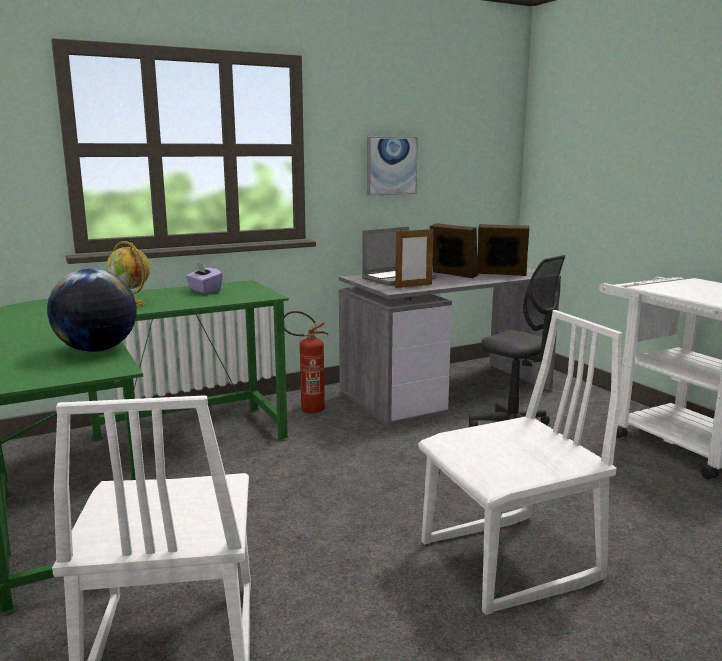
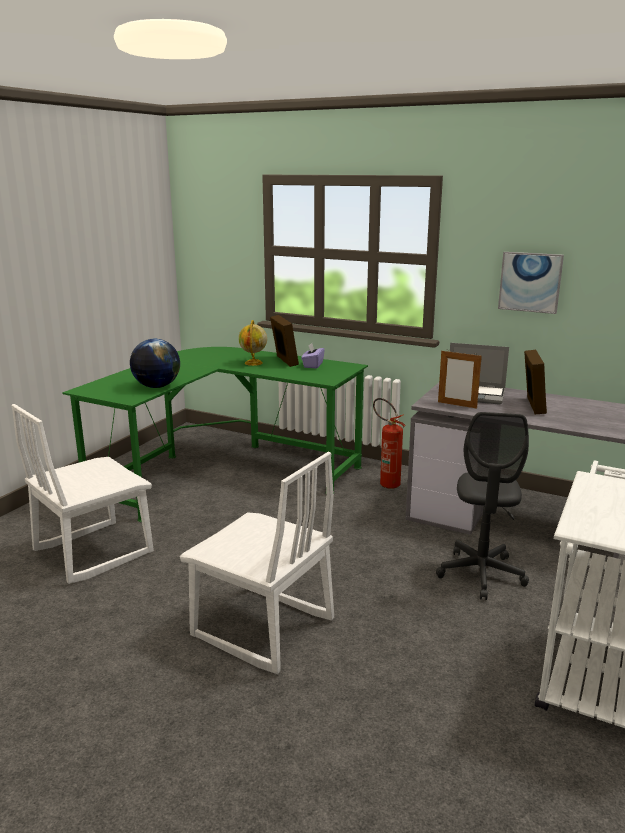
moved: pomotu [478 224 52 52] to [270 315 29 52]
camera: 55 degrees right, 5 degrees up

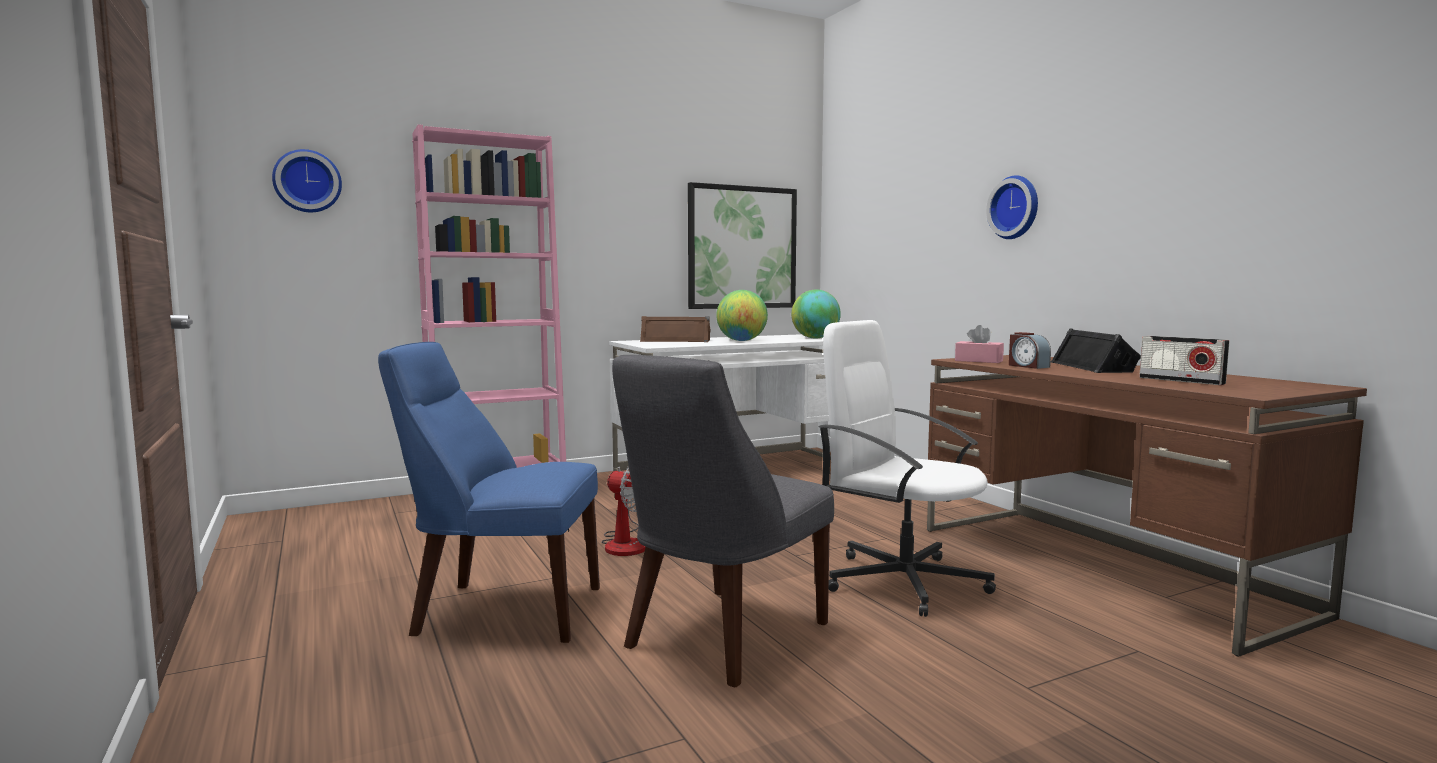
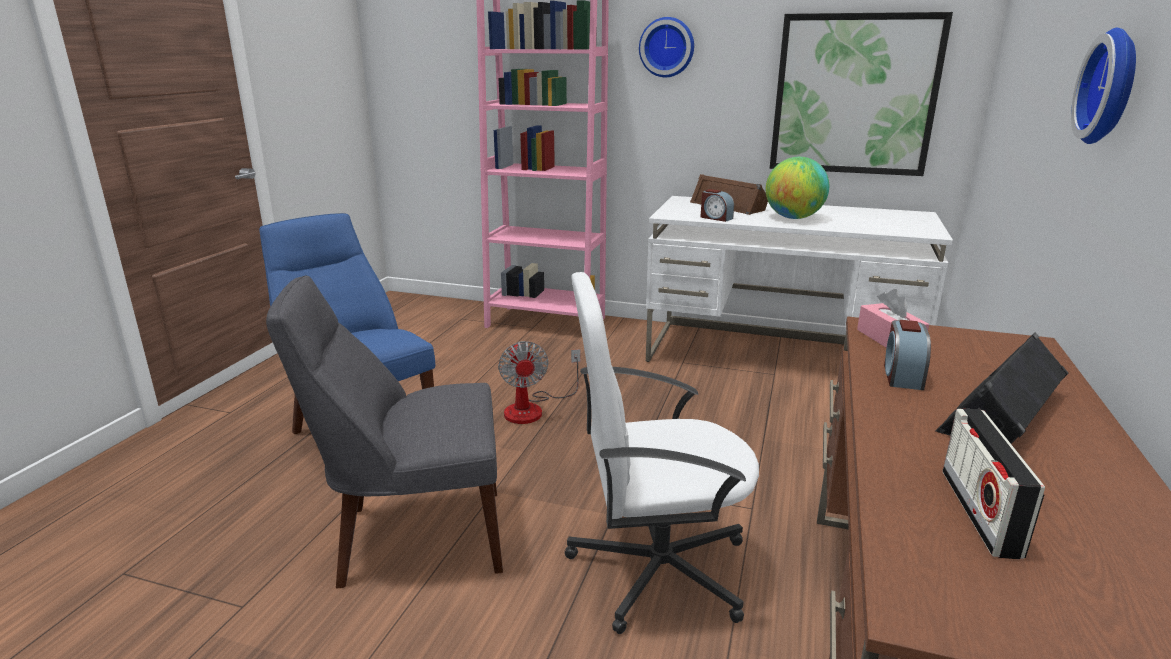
removed: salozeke [791 289 50 50]
added: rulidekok [701 189 33 33]
moved: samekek [272 149 70 63] to [639 17 55 60]
turned: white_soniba [818 320 178 297] = [564 272 195 362] 90 degrees counterclockwise
camera: 45 degrees right, 15 degrees up

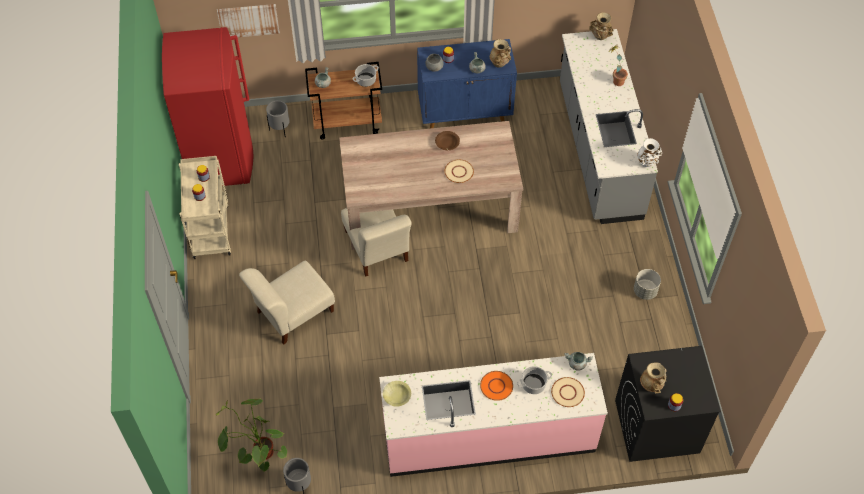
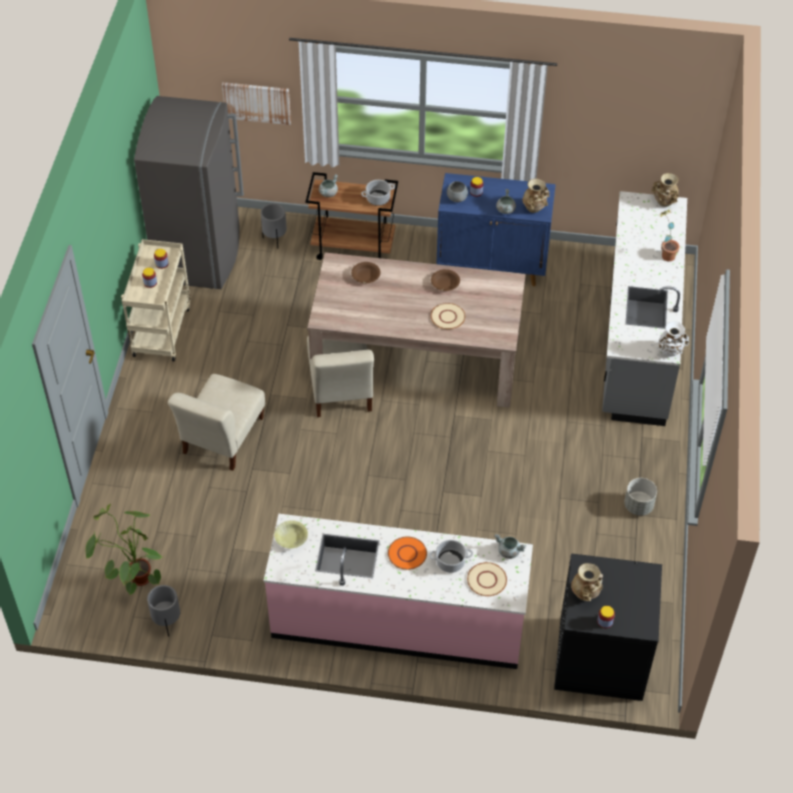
added: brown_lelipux [351 262 30 21]
recoloured: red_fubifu [162 27 92 159] to grey_fubifu [134 96 110 193]
turned: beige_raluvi [239 261 96 84] = [168 374 97 97] 45 degrees counterclockwise
camera: 15 degrees right, 5 degrees down

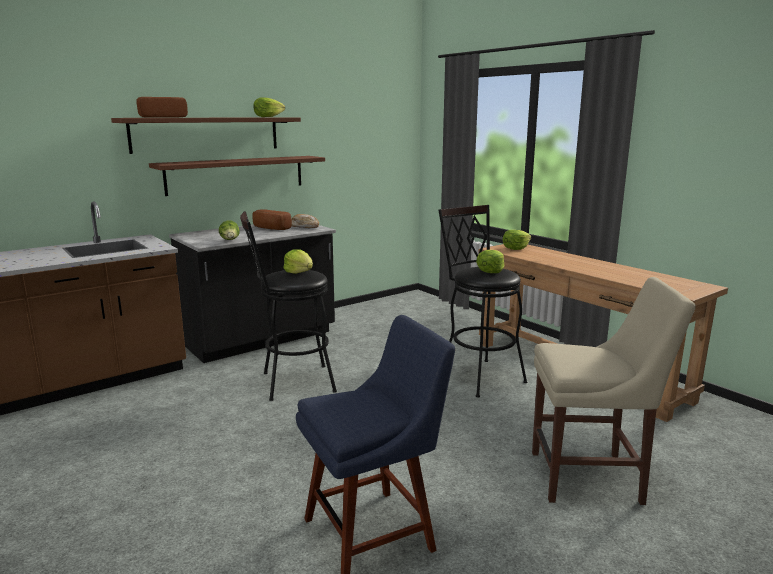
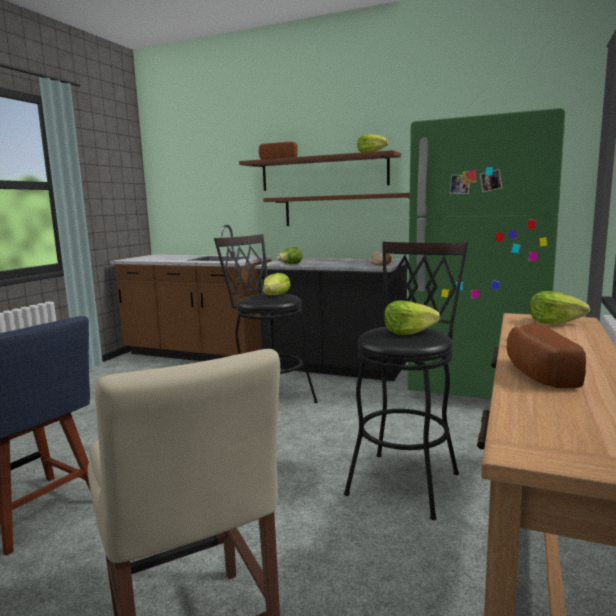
added: green_fubifu [407 108 158 291]
moved: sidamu [252 209 40 21] to [507 324 79 64]
camera: 60 degrees right, 5 degrees down

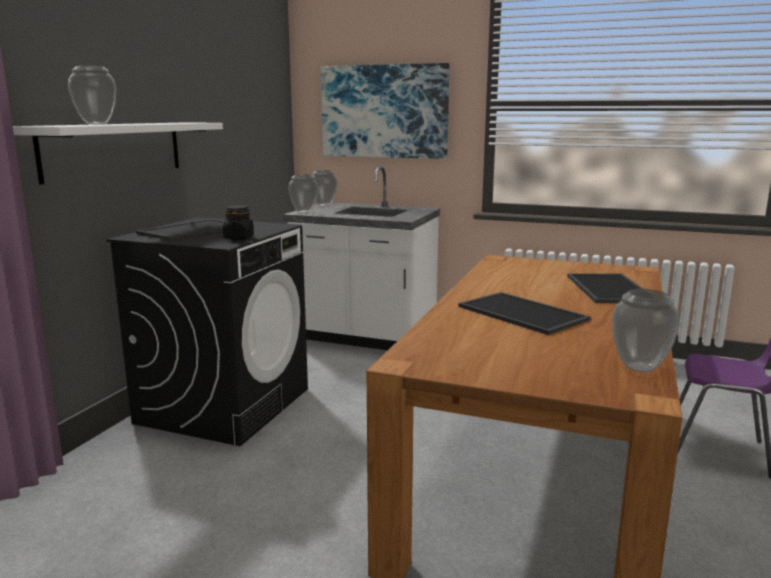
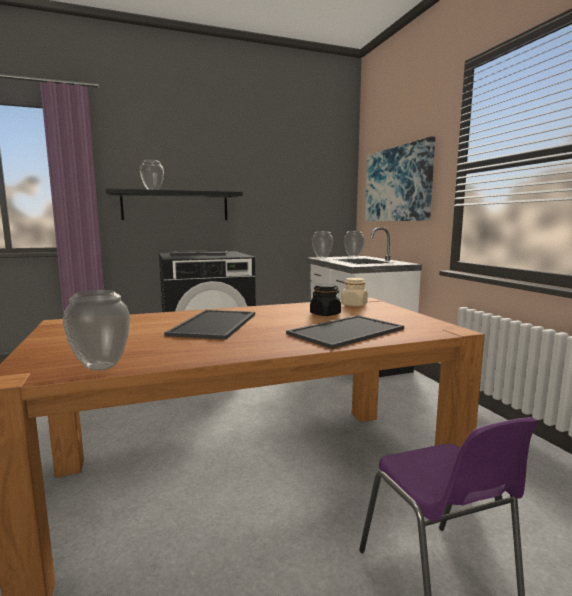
added: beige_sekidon [341 278 27 28]
moved: black_sekidon [223 205 31 35] to [310 284 31 32]
recoloured: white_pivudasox [13 122 210 63] to black_pivudasox [106 188 137 32]
camera: 50 degrees right, 5 degrees down

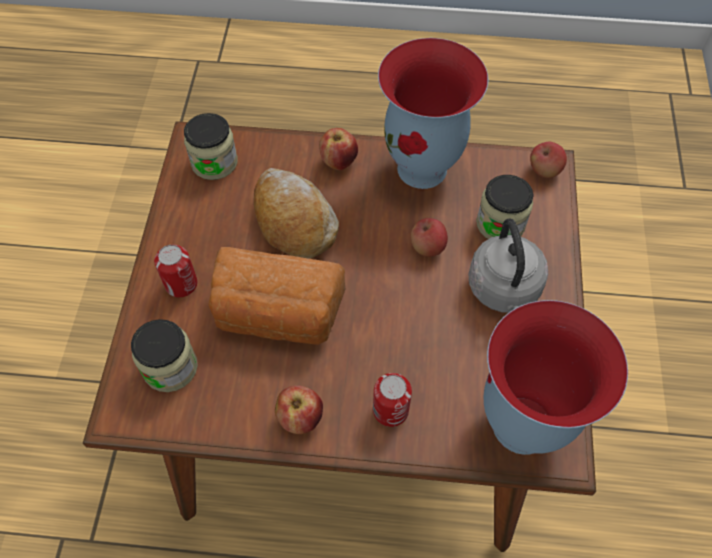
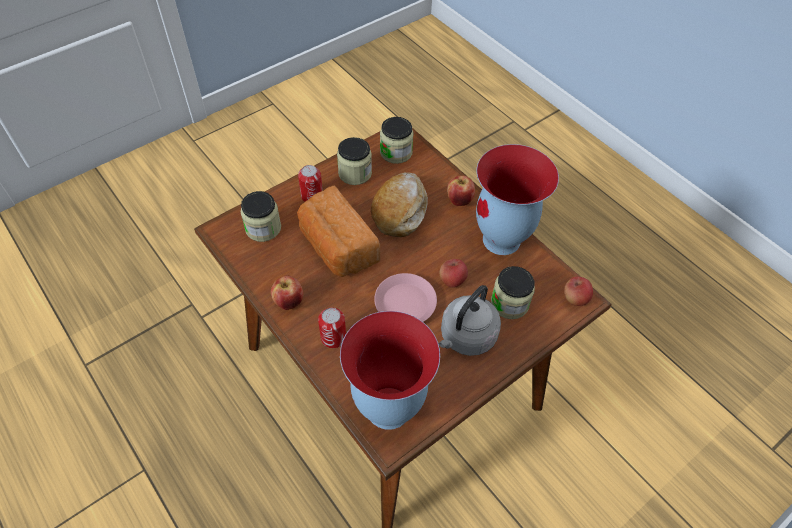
added: sekidon [337 137 35 48]; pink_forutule [374 273 63 49]
camera: 45 degrees right, 5 degrees down

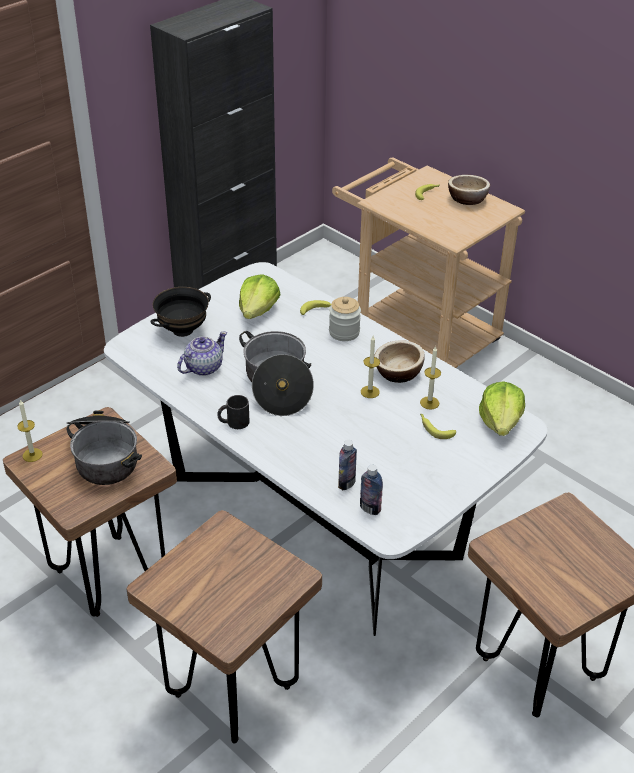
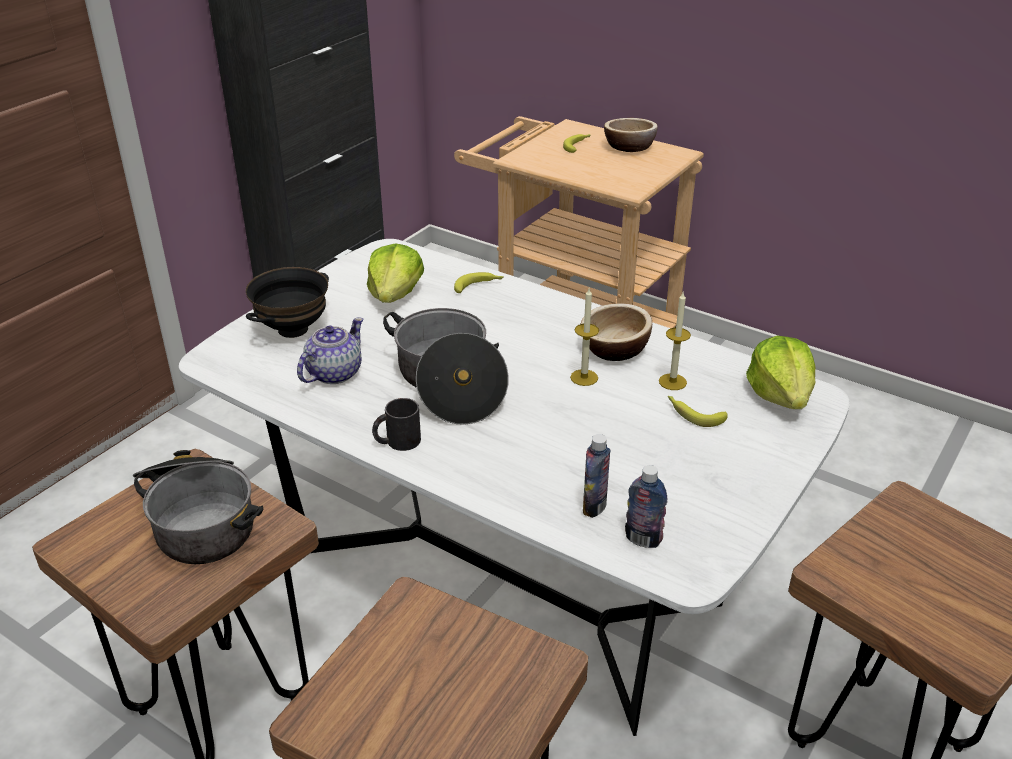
removed: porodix [17 399 26 63]; sekidon [329 297 32 44]
camera: 10 degrees left, 5 degrees down

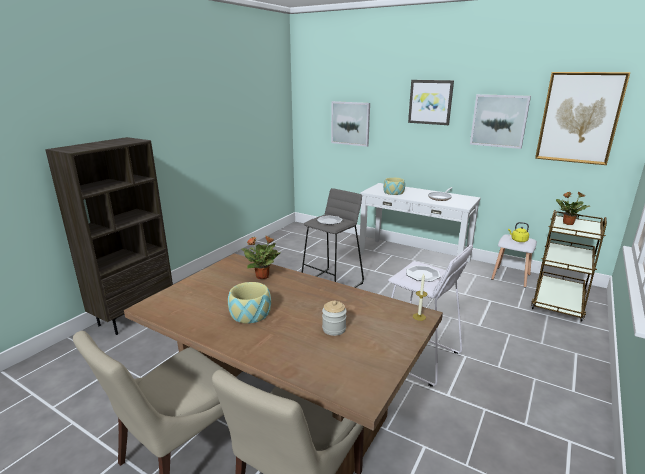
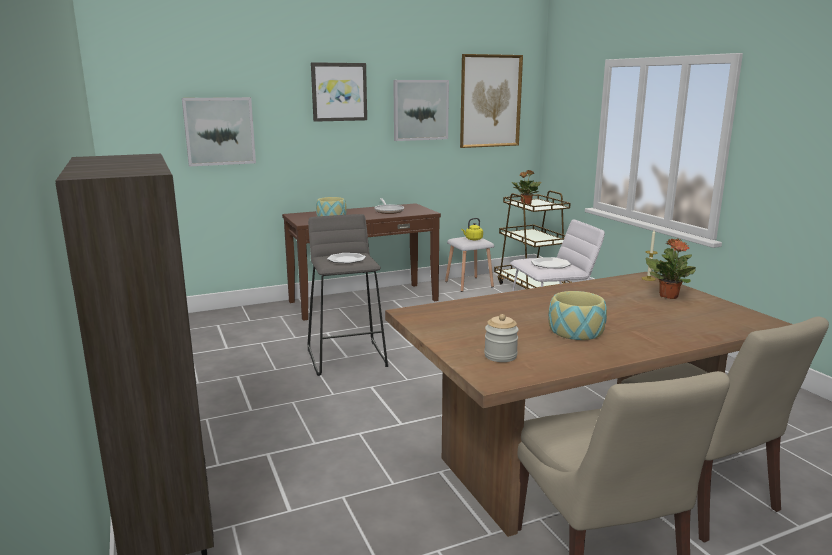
moved: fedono [241 235 40 44] to [645 238 51 61]; sekidon [322 301 25 35] to [484 314 35 48]
recoloured: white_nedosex [359 183 122 95] to brown_nedosex [282 203 159 118]
camera: 55 degrees left, 5 degrees down

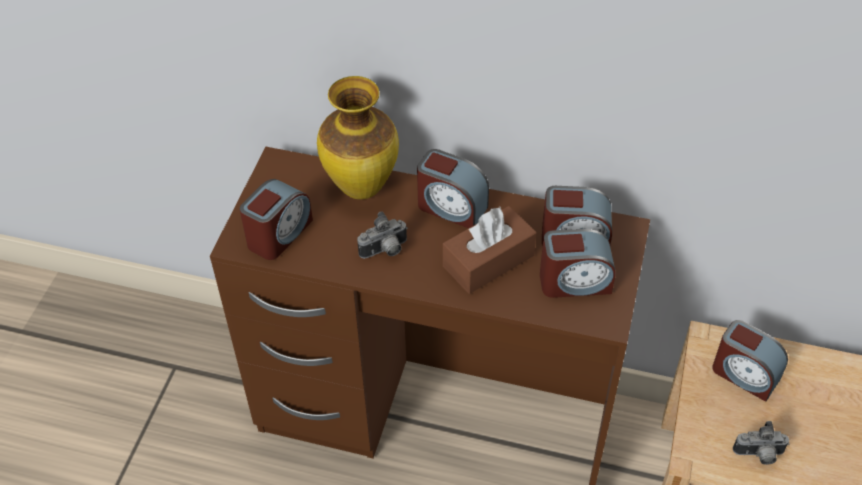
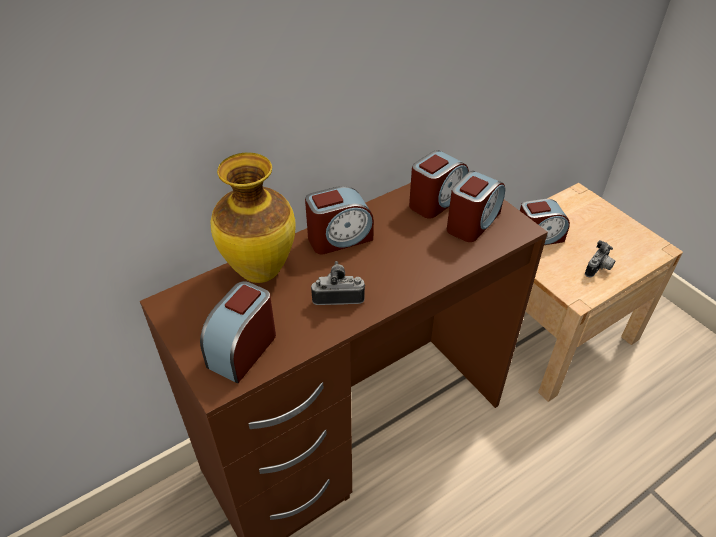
removed: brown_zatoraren [443 206 94 88]
turned: rulidekok [240 179 73 81] = [200 281 76 102] 135 degrees counterclockwise; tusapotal [357 211 51 48] = [311 261 54 44] 105 degrees counterclockwise
camera: 50 degrees left, 5 degrees down

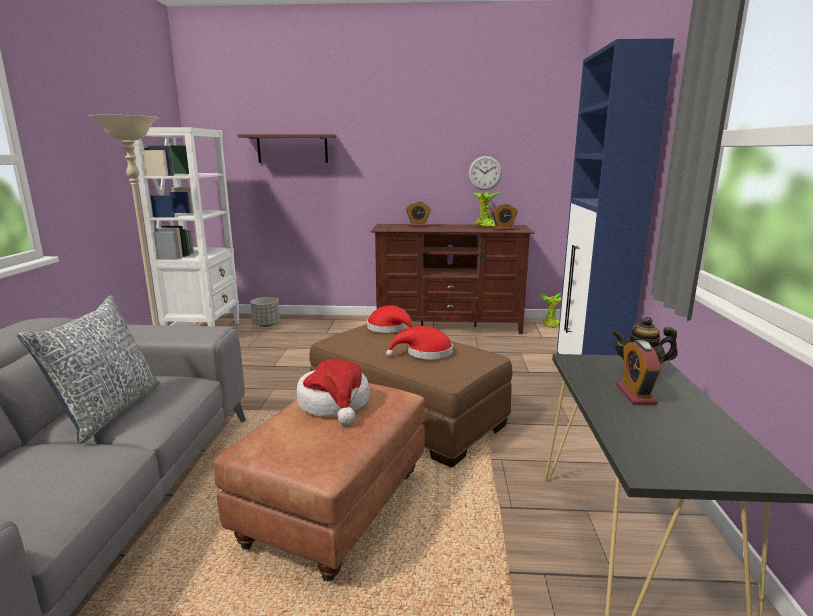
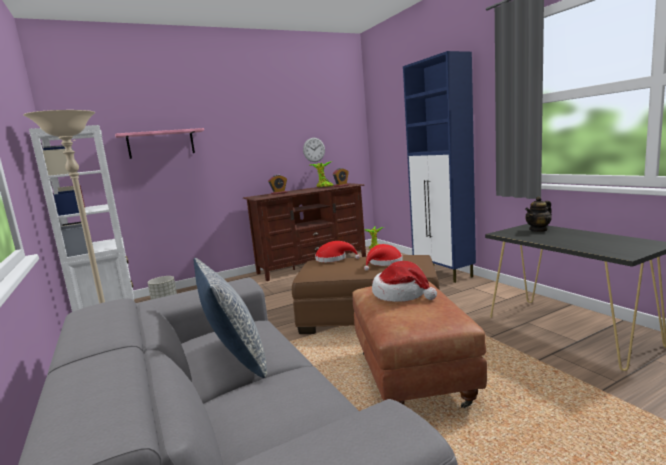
removed: rulidekok [616 340 45 65]
recoloured: brown_pivudasox [238 134 99 29] to pink_pivudasox [115 128 89 31]
camera: 30 degrees left, 5 degrees down

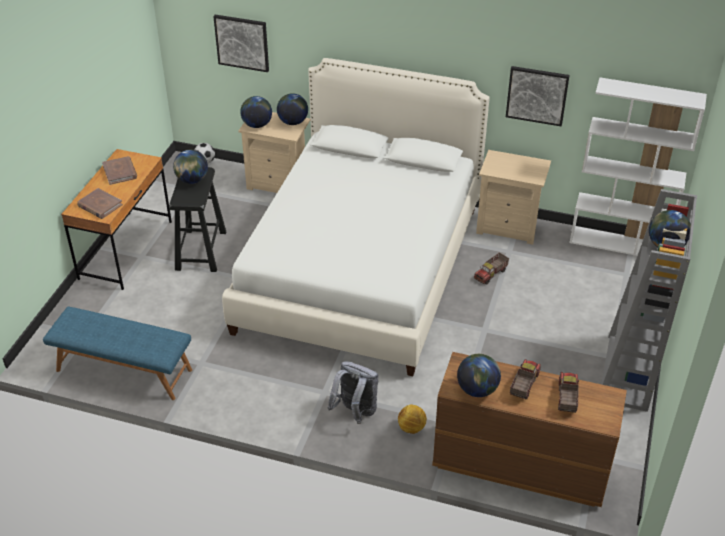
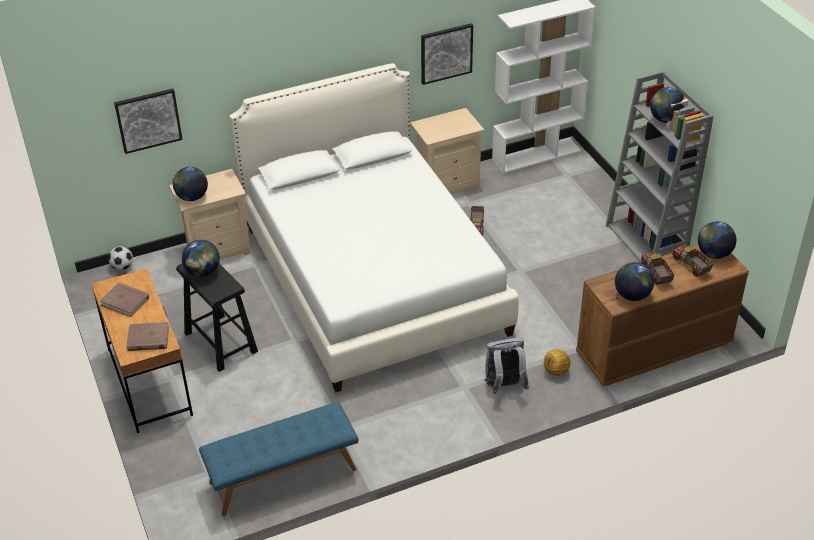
moved: salozeke [277 93 31 32] to [698 221 38 38]
camera: 40 degrees left, 0 degrees up

